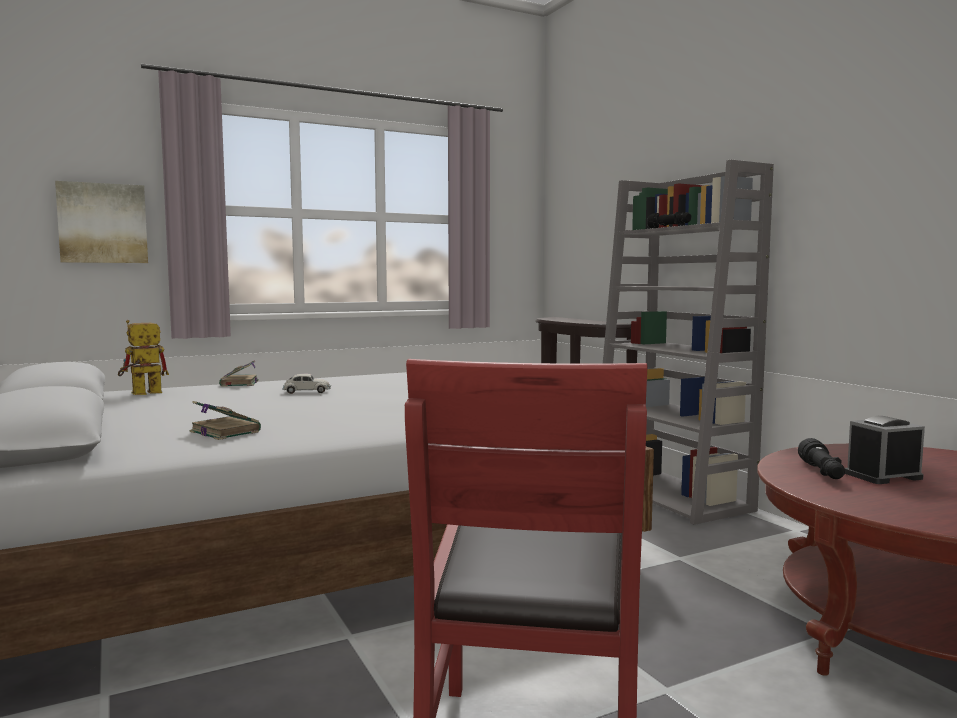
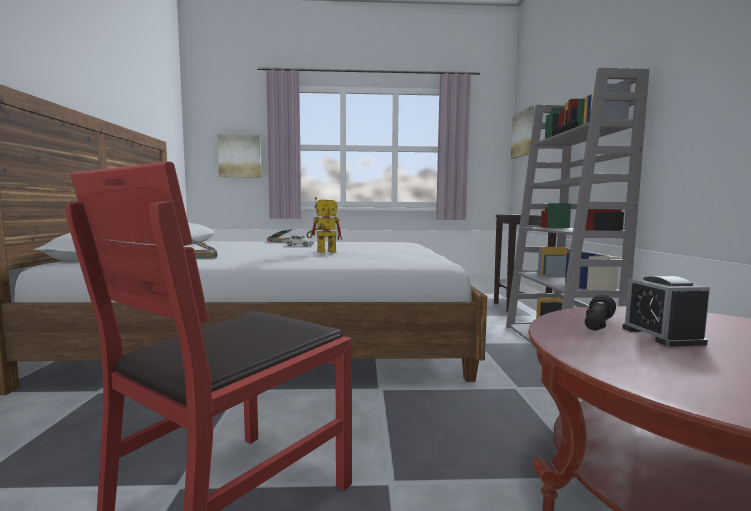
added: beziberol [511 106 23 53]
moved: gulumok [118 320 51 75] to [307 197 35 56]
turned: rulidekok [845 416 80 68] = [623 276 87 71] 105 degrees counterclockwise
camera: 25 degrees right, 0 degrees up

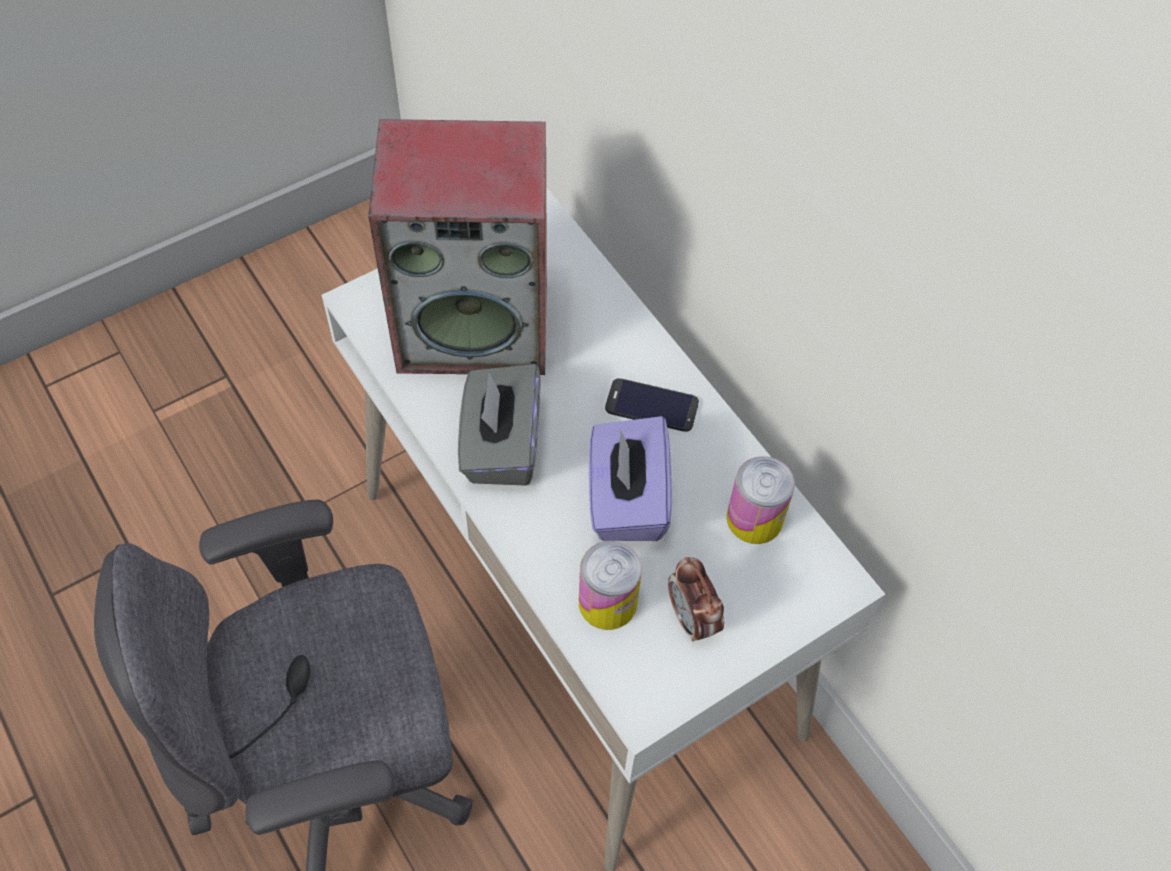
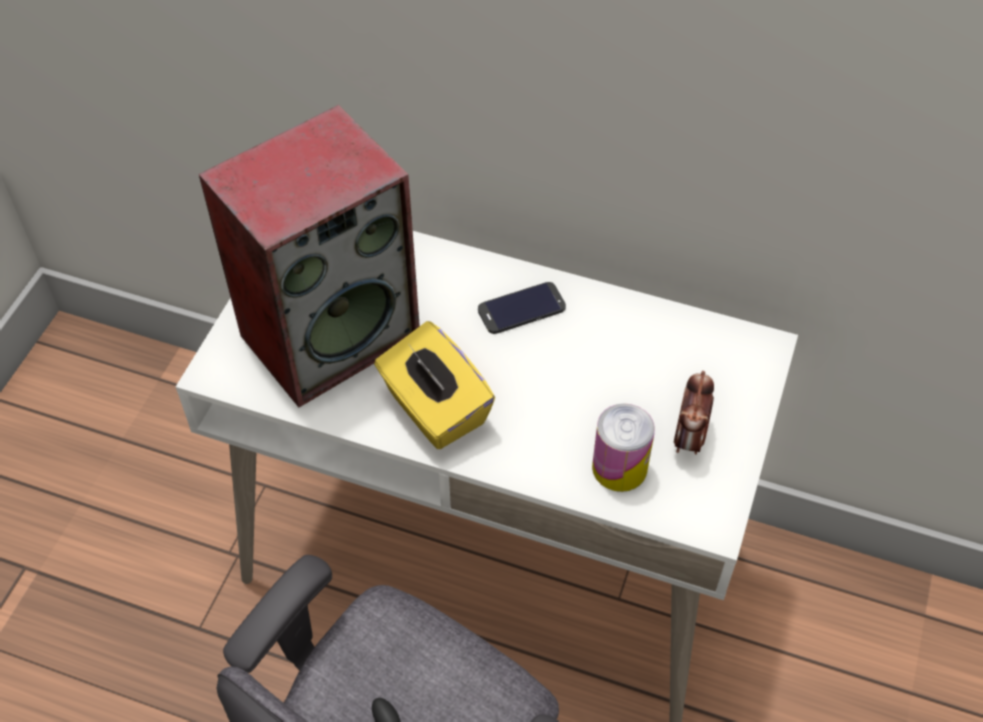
removed: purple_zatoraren [589 416 83 125]; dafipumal [727 456 68 88]
recoloured: grey_zatoraren [458 364 83 122] to yellow_zatoraren [374 321 121 128]
turned: rulidekok [668 557 56 84] = [673 371 41 83] 75 degrees clockwise
camera: 35 degrees left, 5 degrees down

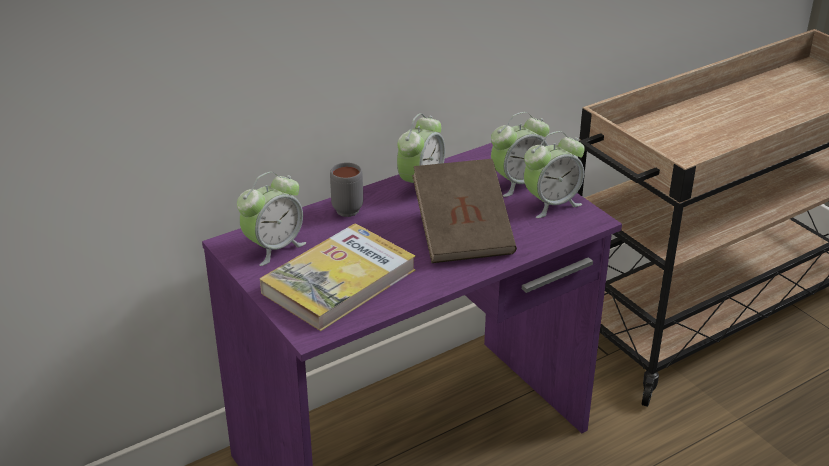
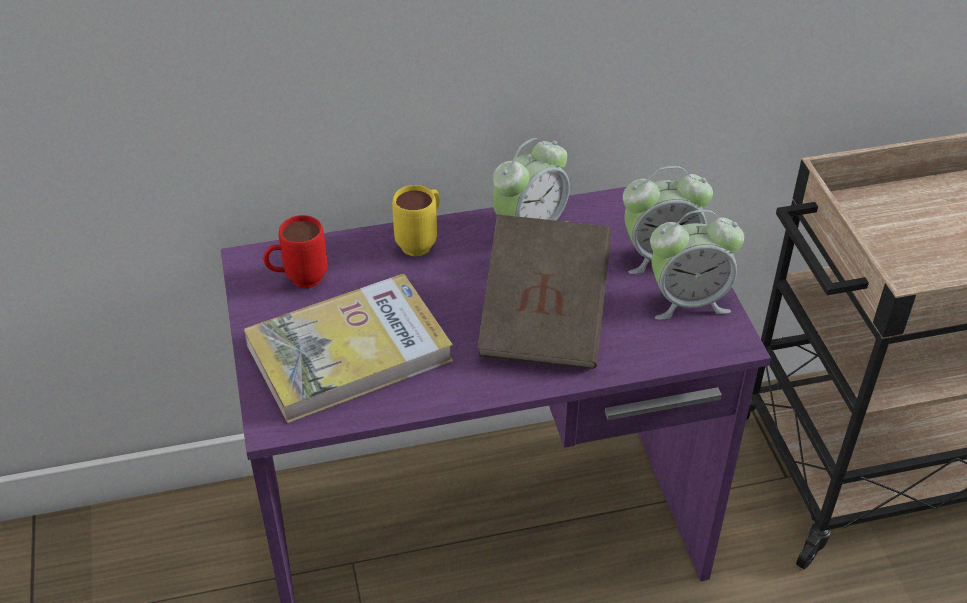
replaced: rulidekok [237 172 69 94] to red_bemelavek [264 215 64 73]
recoloured: grey_bemelavek [330 162 33 55] to yellow_bemelavek [392 185 48 71]
camera: 20 degrees right, 10 degrees up

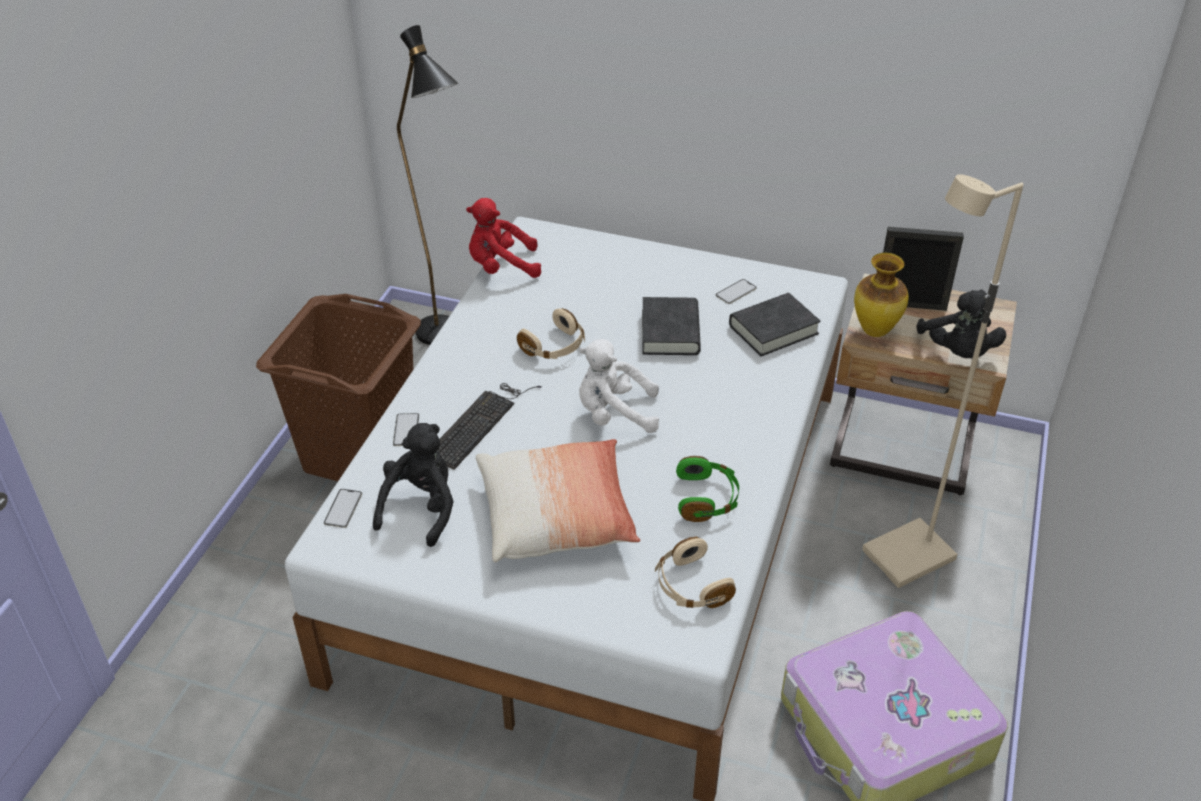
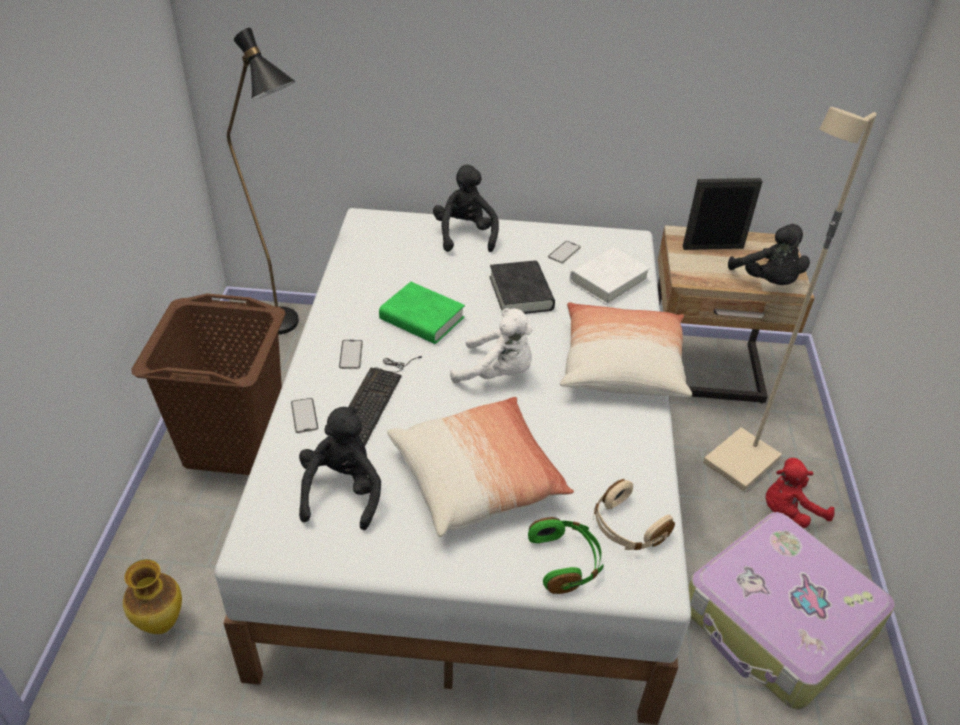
added: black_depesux [433 165 66 87]; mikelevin [560 302 132 95]
moved: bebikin [324 489 38 39] to [339 340 24 29]; red_depesux [466 198 75 80] to [766 458 68 70]; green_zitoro [676 456 63 66] to [528 517 76 77]; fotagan [854 253 55 84] to [123 559 59 75]
replaced: beige_zitoro [517 308 68 51] to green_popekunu [379 282 86 62]
recoloured: black_popekunu [729 293 92 63] to white_popekunu [570 247 80 58]
turned: white_depesux [579 339 80 94] = [450 308 82 75] 150 degrees counterclockwise
camera: 15 degrees left, 0 degrees up

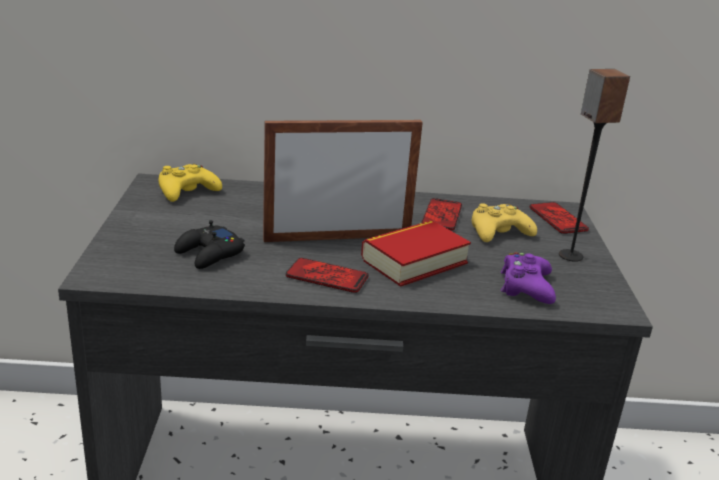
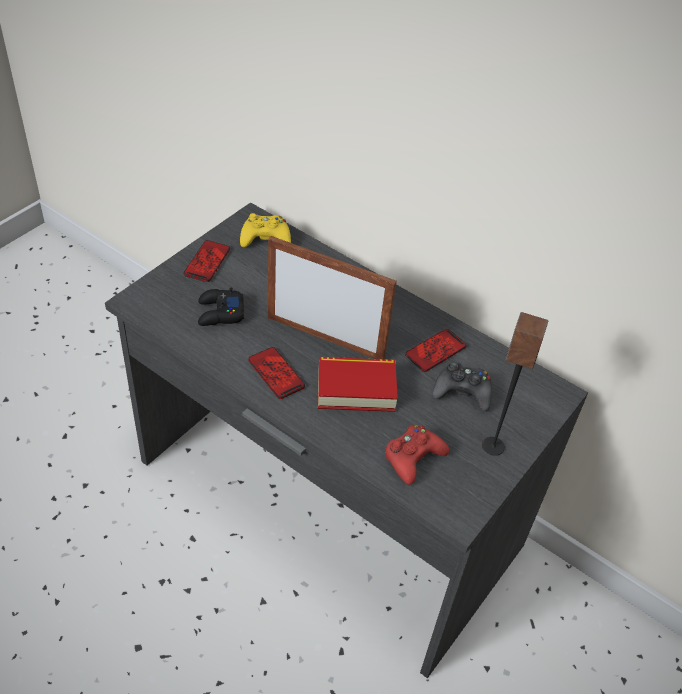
moved: bebikin [529 202 60 32] to [184 240 46 42]
recoloured: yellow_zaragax [472 203 65 39] to black_zaragax [432 362 60 49]; purple_zaragax [501 253 55 51] to red_zaragax [384 425 65 60]
camera: 35 degrees right, 20 degrees up

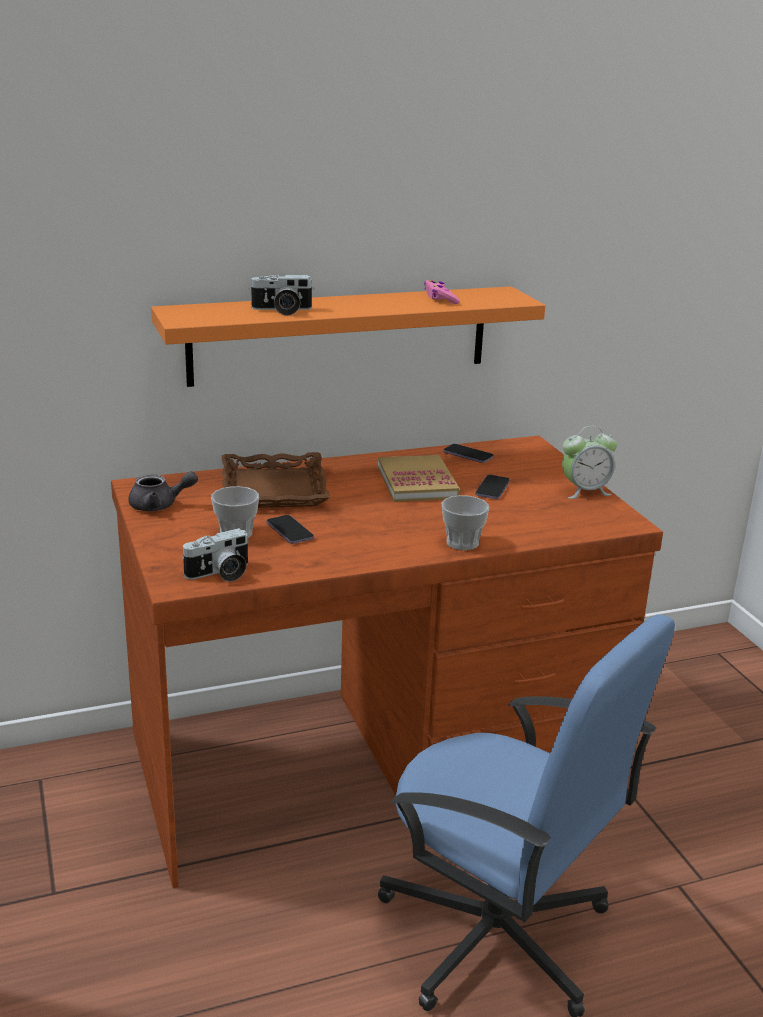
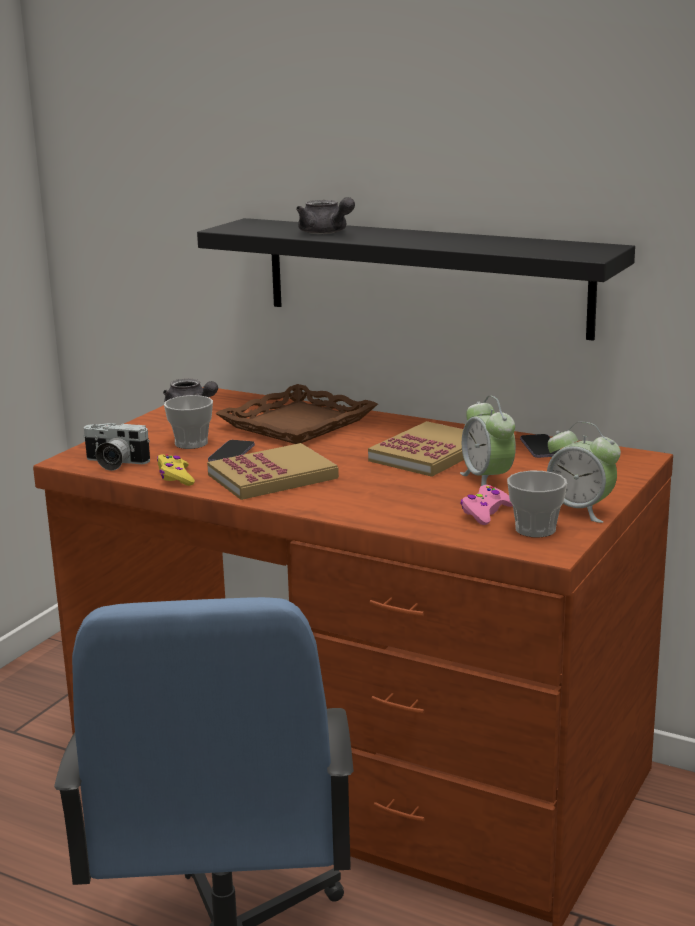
added: yellow_zaragax [157 454 38 32]; popekunu [207 443 132 57]
moved: pink_zaragax [424 280 36 24] to [460 485 53 40]; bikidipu [442 495 47 55] to [507 471 60 66]
replaced: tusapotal [249 275 65 41] to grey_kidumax [296 197 59 37]; bebikin [475 475 35 24] to rulidekok [460 396 56 90]
recoloured: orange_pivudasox [151 286 394 101] to black_pivudasox [197 218 438 123]
camera: 50 degrees right, 5 degrees down

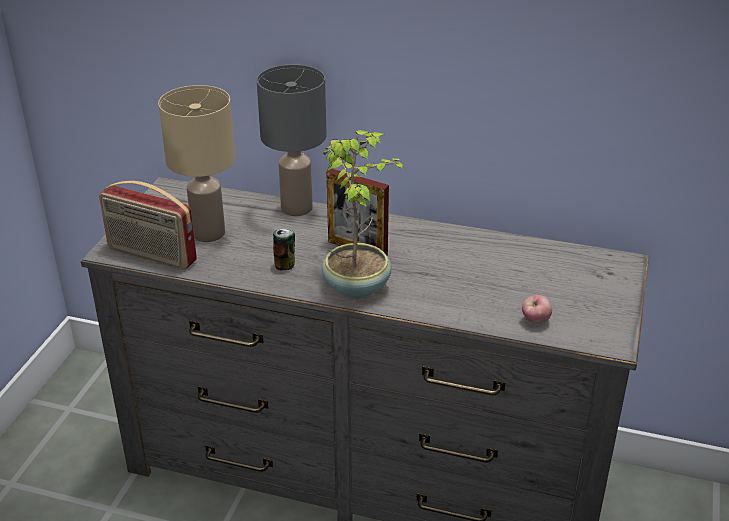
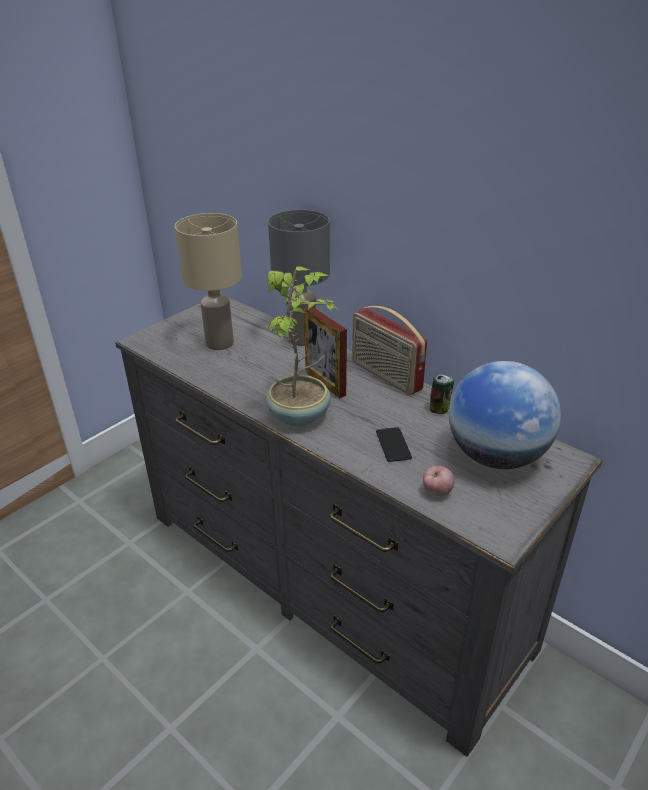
added: bebikin [376 427 36 35]; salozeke [449 361 112 108]
moved: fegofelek [99 181 98 88] to [352 306 75 89]; dafipumal [273 229 22 41] to [430 375 24 39]
camera: 25 degrees right, 0 degrees up

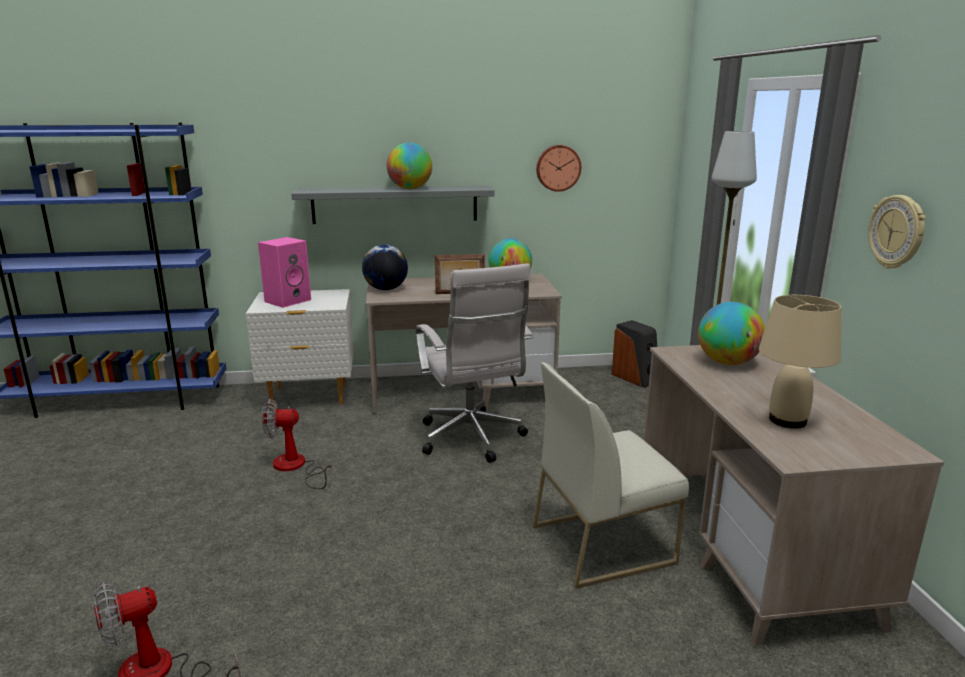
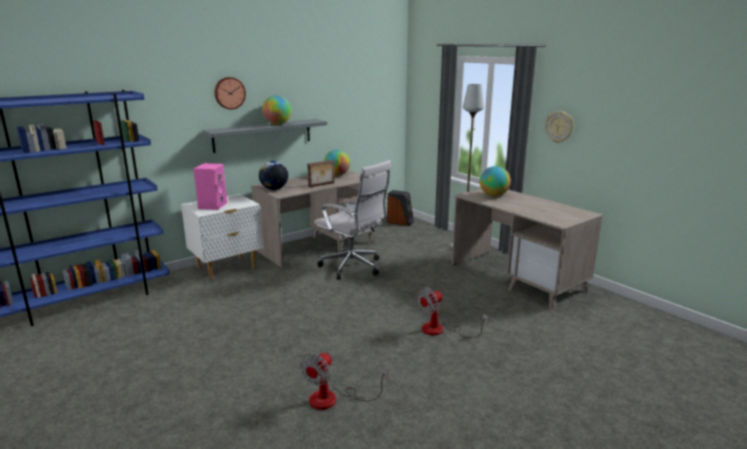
removed: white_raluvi [533 362 156 227]; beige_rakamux [759 295 82 133]
moved: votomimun [262 399 70 90] to [417 287 71 51]; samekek [536 145 45 47] to [214 77 32 33]
camera: 30 degrees left, 0 degrees up

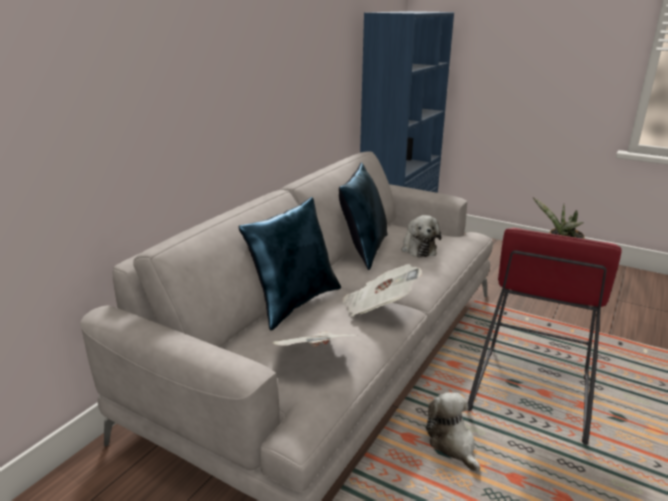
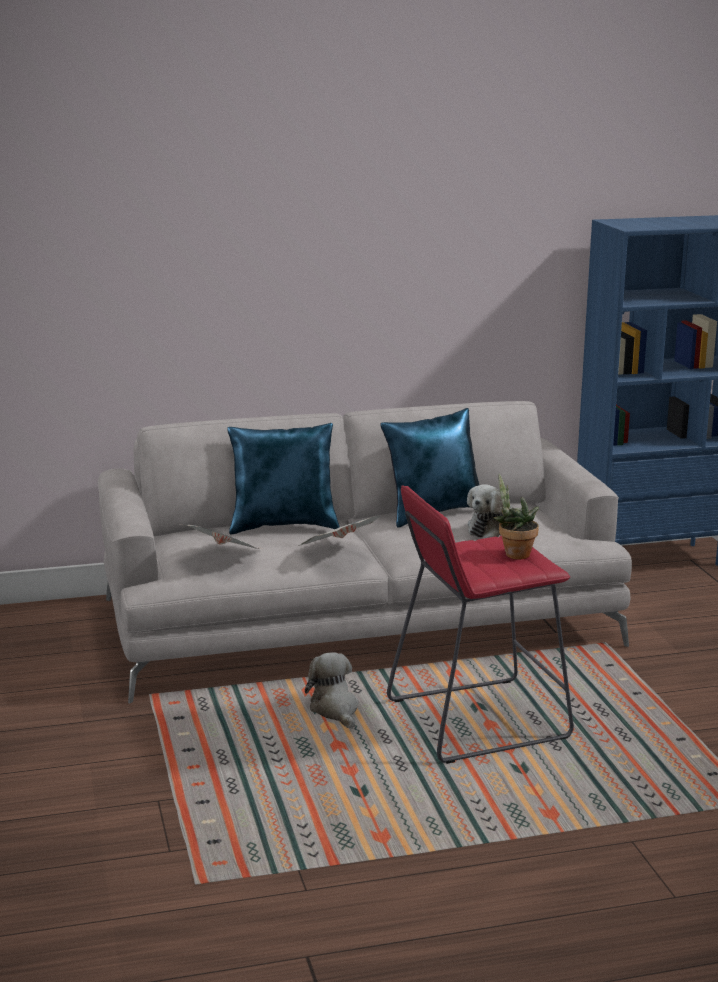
turned: depesux [426 392 54 80] = [305 652 54 77] 45 degrees counterclockwise
camera: 45 degrees right, 5 degrees down

